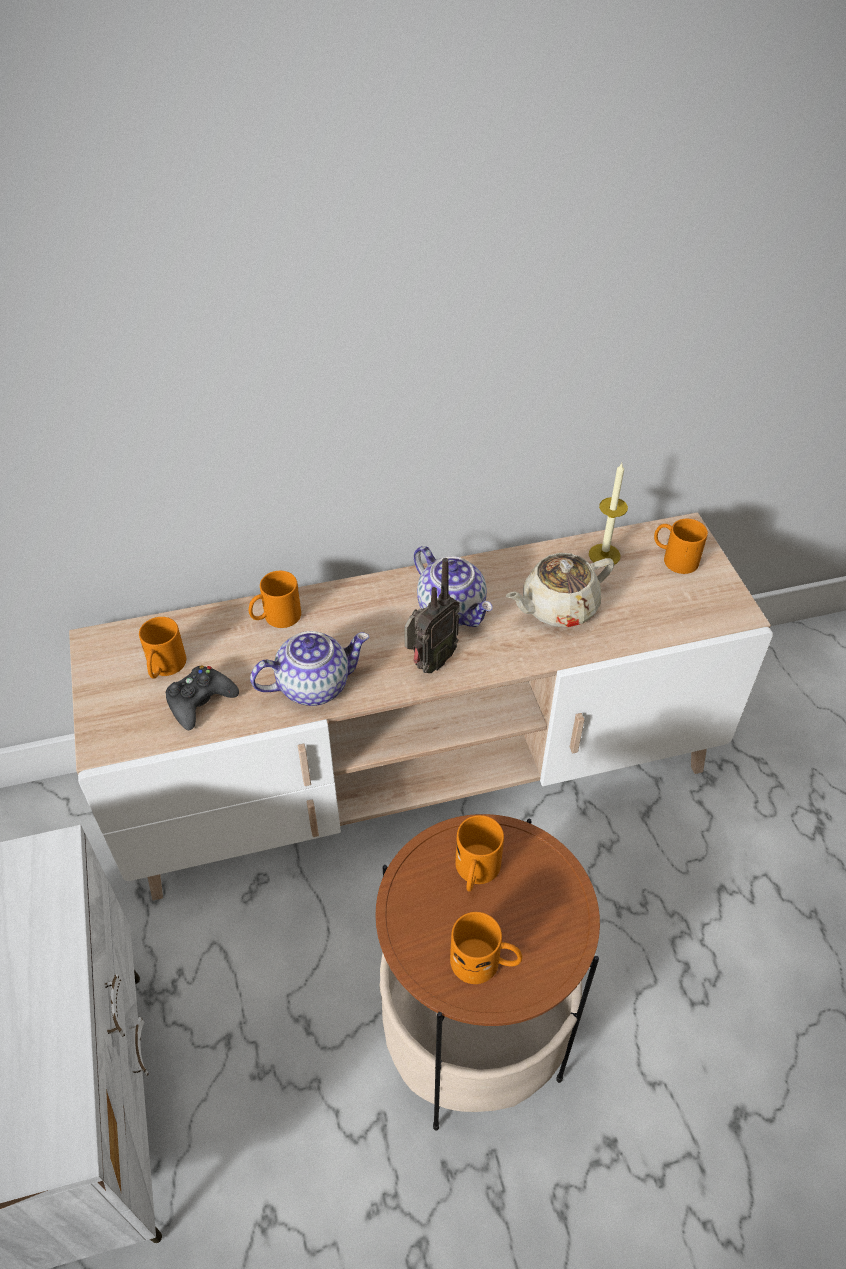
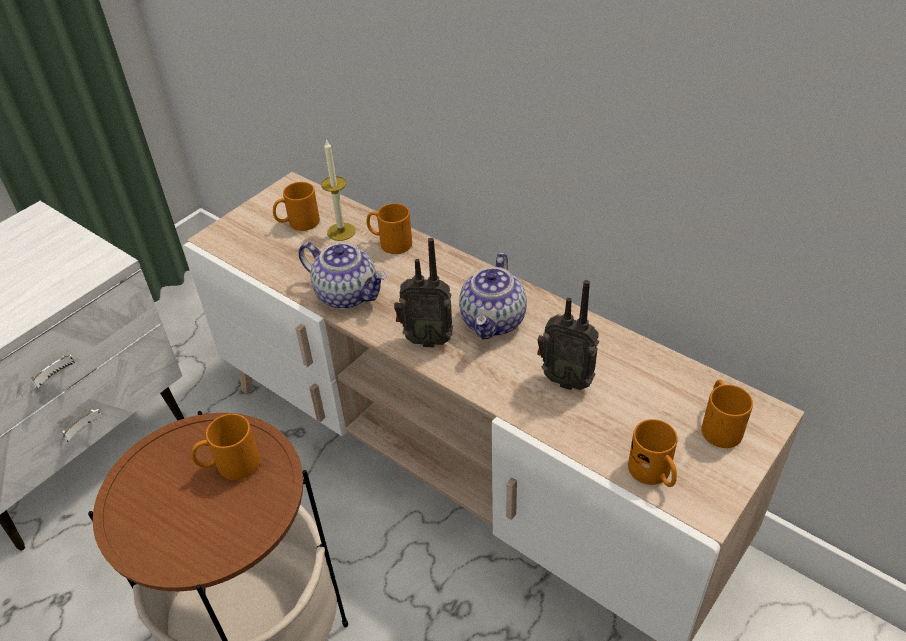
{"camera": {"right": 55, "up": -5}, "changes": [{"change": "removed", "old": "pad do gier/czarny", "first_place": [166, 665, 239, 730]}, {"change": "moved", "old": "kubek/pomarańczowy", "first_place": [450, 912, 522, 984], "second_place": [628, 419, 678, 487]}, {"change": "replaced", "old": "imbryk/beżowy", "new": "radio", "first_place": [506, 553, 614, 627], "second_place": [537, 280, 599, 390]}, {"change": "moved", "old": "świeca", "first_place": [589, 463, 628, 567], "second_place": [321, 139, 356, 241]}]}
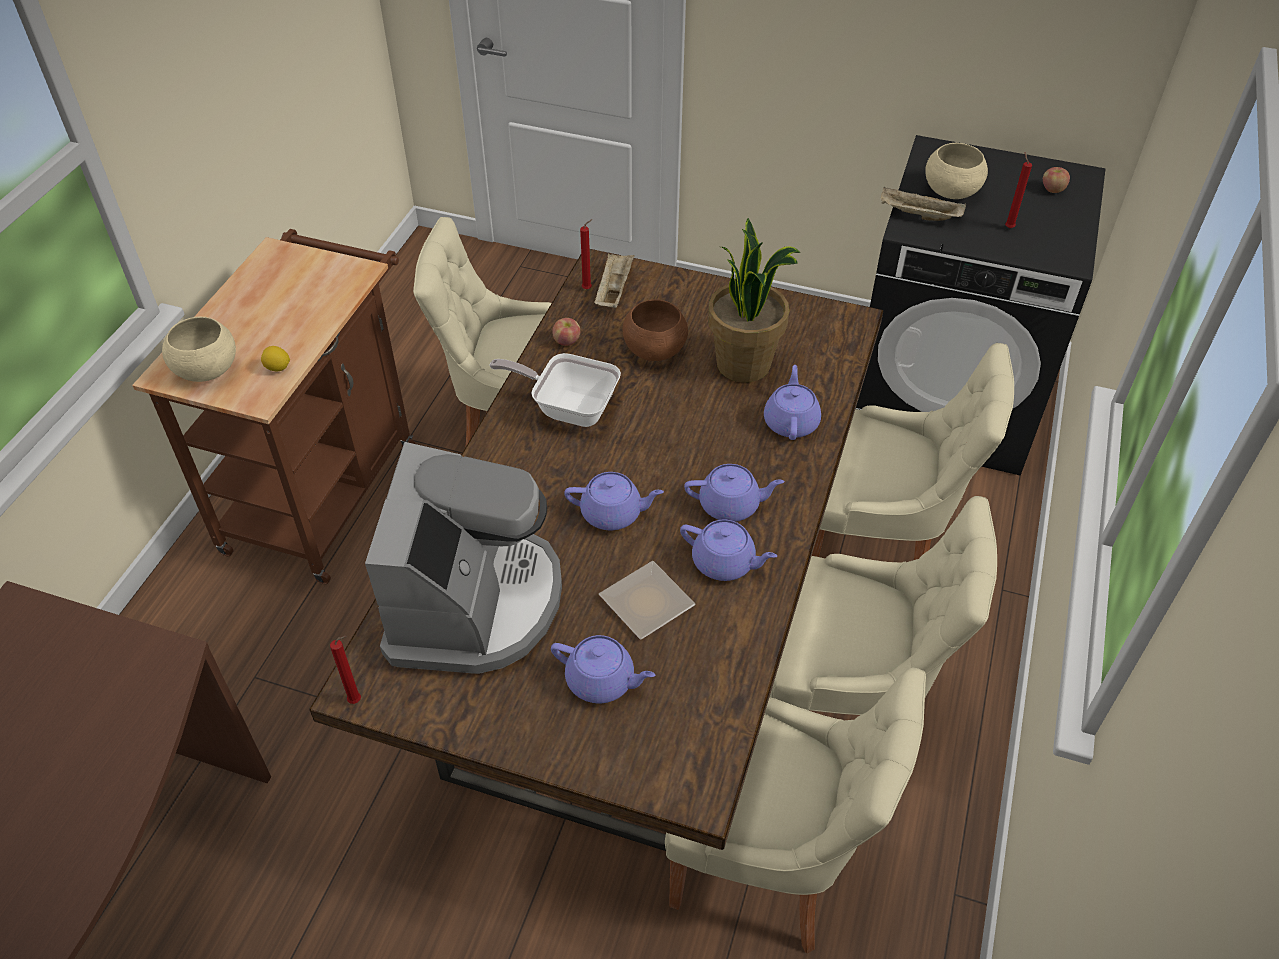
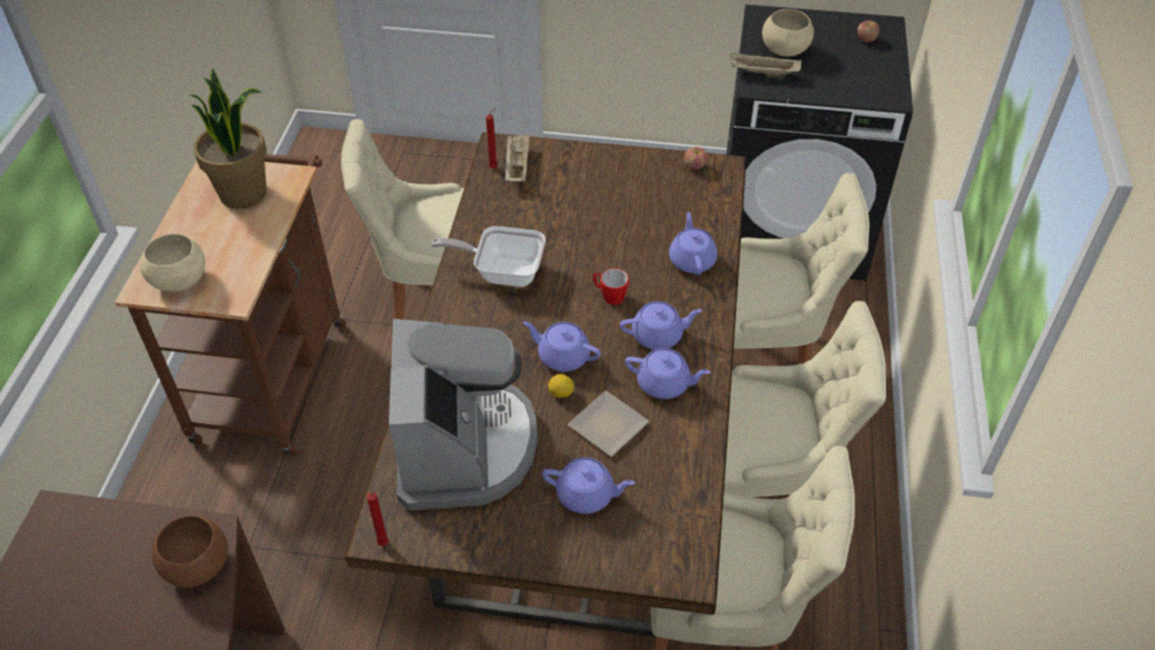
{"camera": {"right": -10, "up": 0}, "changes": [{"change": "moved", "old": "cytryna", "first_place": [261, 346, 290, 371], "second_place": [548, 374, 574, 398]}, {"change": "moved", "old": "jabłko", "first_place": [552, 318, 580, 346], "second_place": [684, 147, 707, 170]}, {"change": "turned", "old": "imbryk/fioletowy", "first_place": [564, 472, 664, 530], "second_place": [523, 322, 601, 372], "degrees": -150}, {"change": "moved", "old": "miska/brązowy", "first_place": [623, 299, 688, 361], "second_place": [152, 515, 228, 588]}, {"change": "moved", "old": "roślina doniczkowa", "first_place": [708, 218, 800, 382], "second_place": [190, 68, 267, 209]}, {"change": "removed", "old": "świeca/czerwony", "first_place": [1005, 152, 1032, 228]}, {"change": "added", "new": "kubek", "second_place": [593, 268, 629, 305]}]}
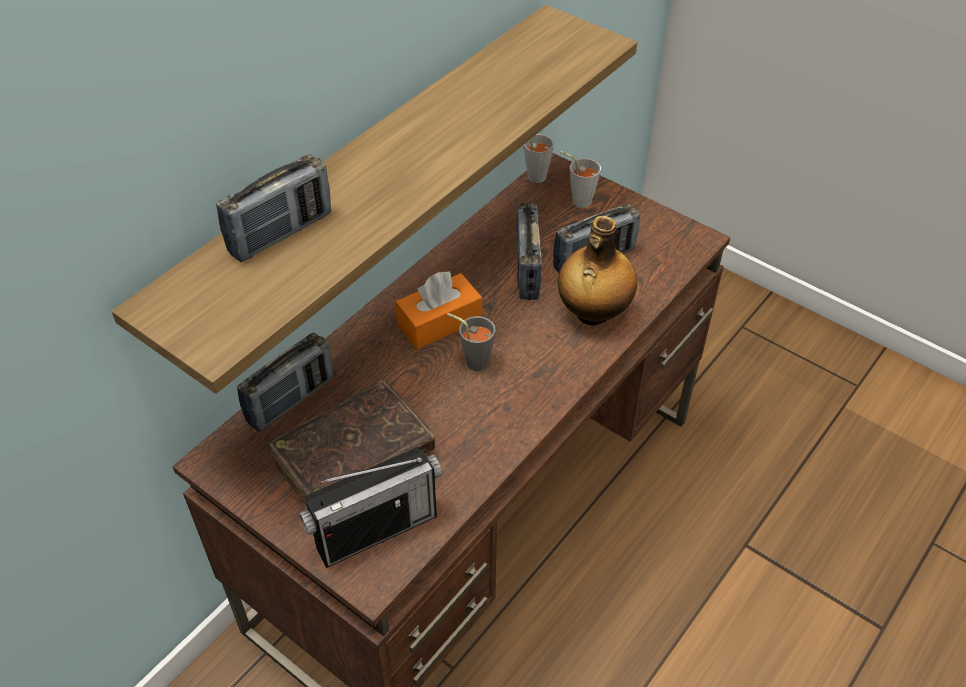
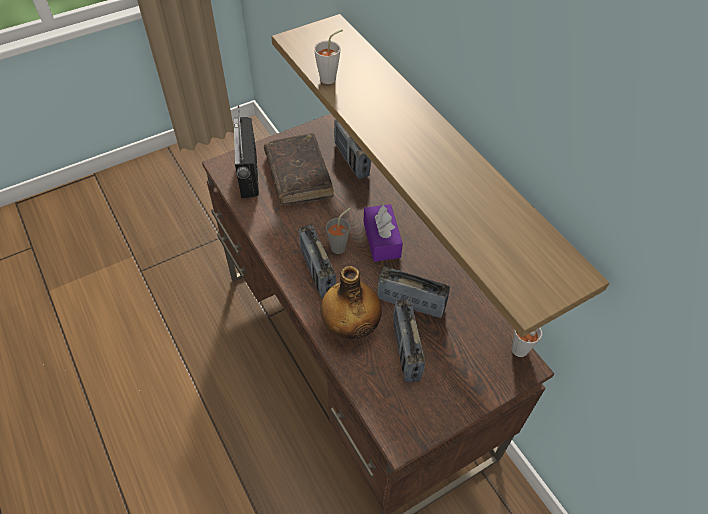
{"camera": {"right": 110, "up": 5}, "changes": [{"change": "moved", "old": "radio", "first_place": [216, 154, 331, 262], "second_place": [299, 225, 336, 299]}, {"change": "recoloured", "old": "pudełko chusteczek/pomarańczowy", "new": "pudełko chusteczek/fioletowy", "first_place": [395, 271, 482, 349], "second_place": [363, 204, 403, 262]}, {"change": "moved", "old": "filiżanka/szary", "first_place": [560, 151, 601, 208], "second_place": [314, 29, 343, 84]}]}
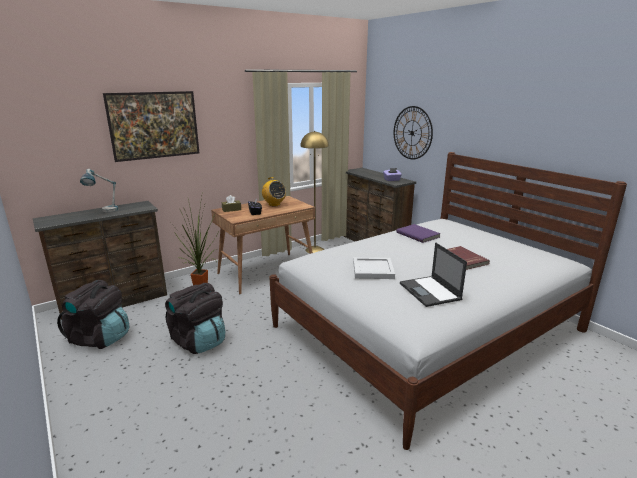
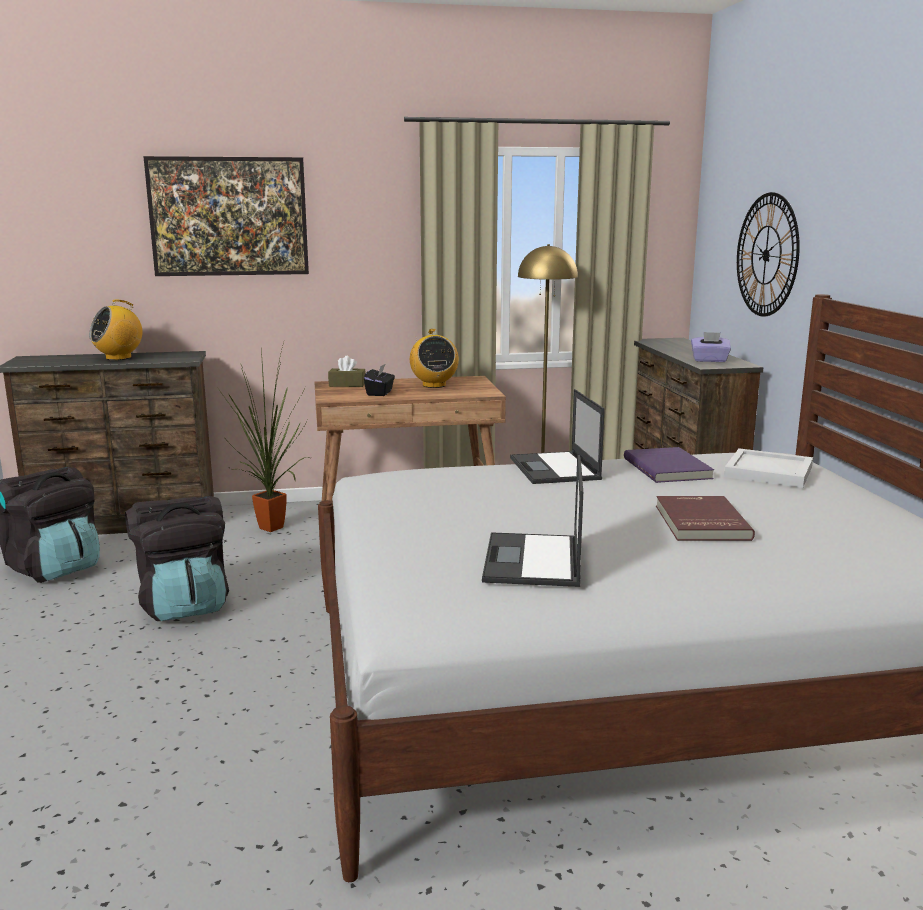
{"camera": {"right": 25, "up": -5}, "changes": [{"change": "replaced", "old": "lampa stołowa", "new": "radio", "first_place": [80, 169, 118, 212], "second_place": [89, 300, 142, 360]}, {"change": "moved", "old": "taca/biały", "first_place": [353, 257, 395, 279], "second_place": [724, 448, 813, 488]}, {"change": "added", "new": "laptop", "second_place": [511, 389, 605, 484]}]}
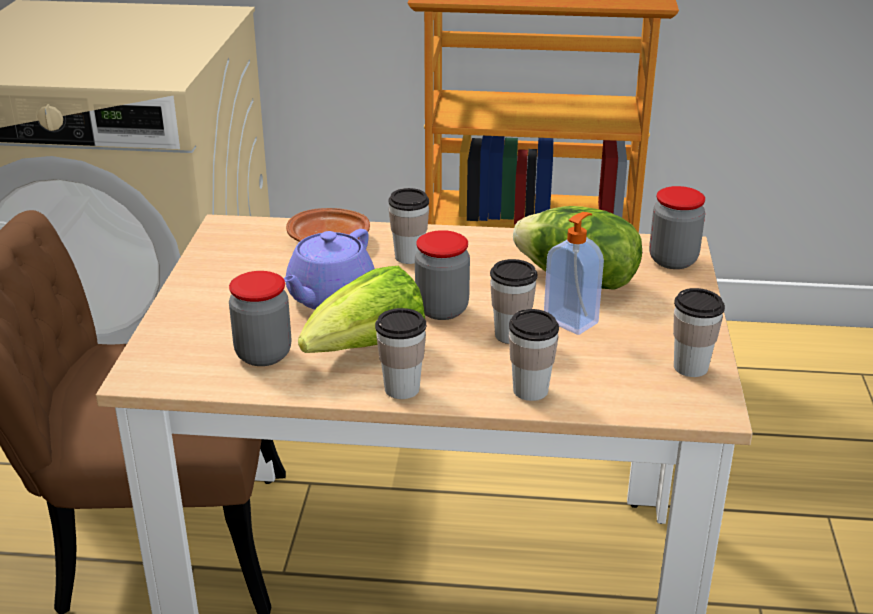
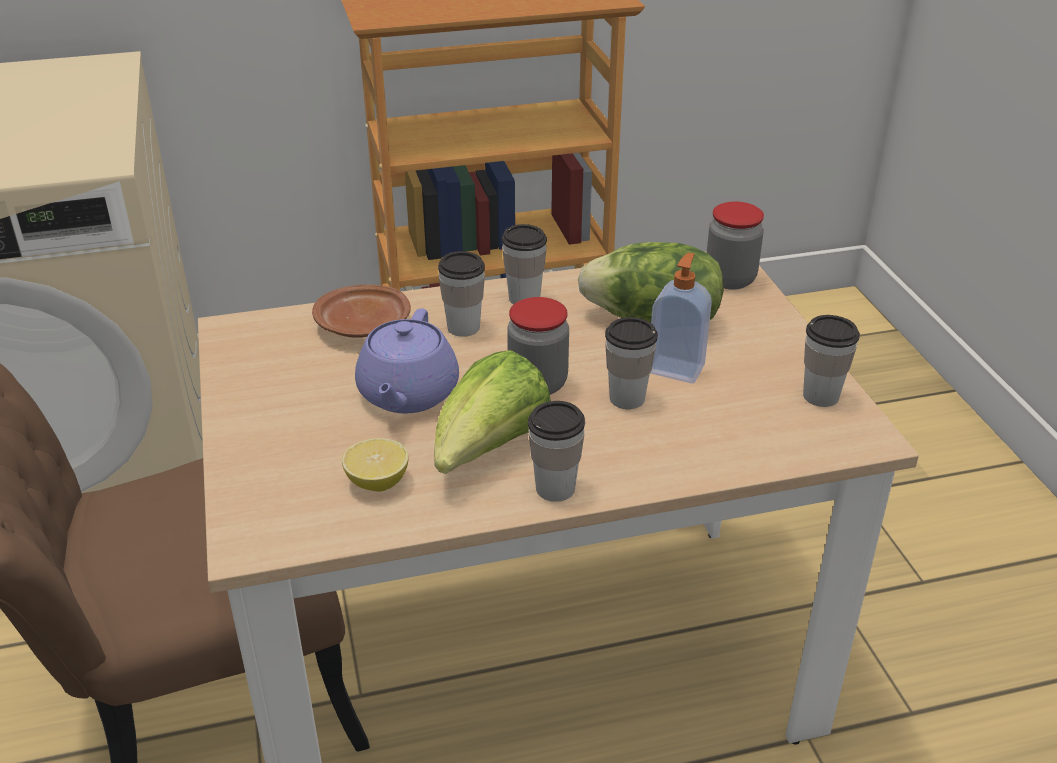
{"camera": {"right": -20, "up": 5}, "changes": [{"change": "replaced", "old": "słoik", "new": "cytryna", "first_place": [229, 271, 291, 366], "second_place": [342, 438, 409, 492]}, {"change": "moved", "old": "filiżanka", "first_place": [509, 309, 559, 401], "second_place": [502, 224, 547, 304]}]}
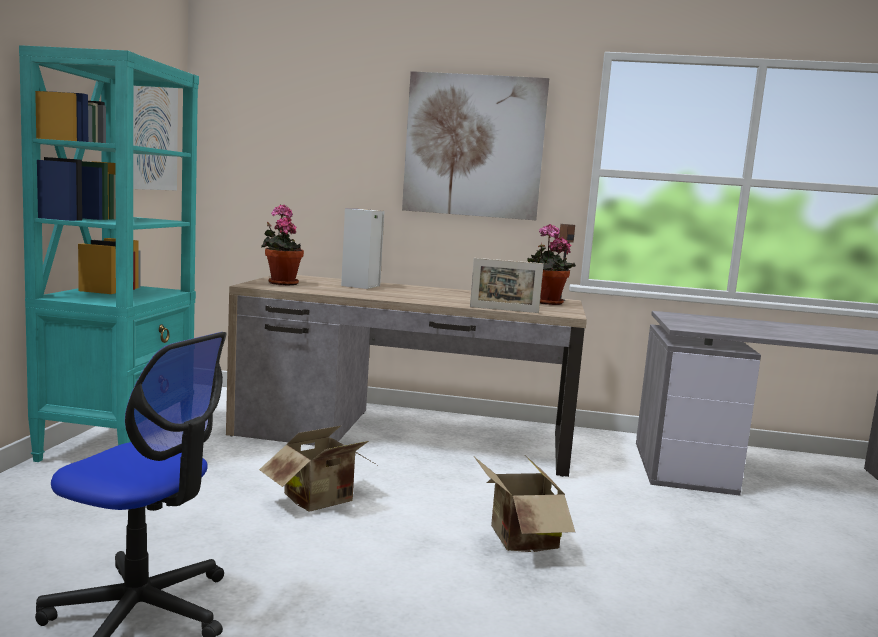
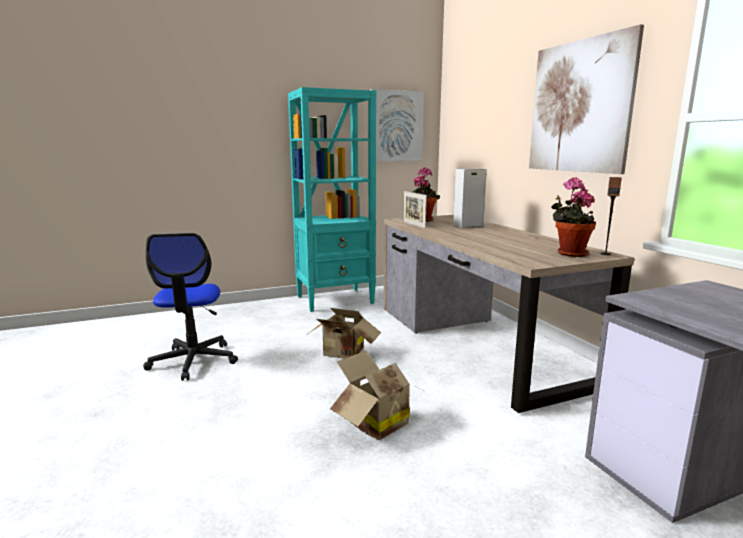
{"camera": {"right": 60, "up": 5}, "changes": [{"change": "moved", "old": "ramka na zdjęcie", "first_place": [470, 258, 544, 313], "second_place": [404, 191, 427, 228]}]}
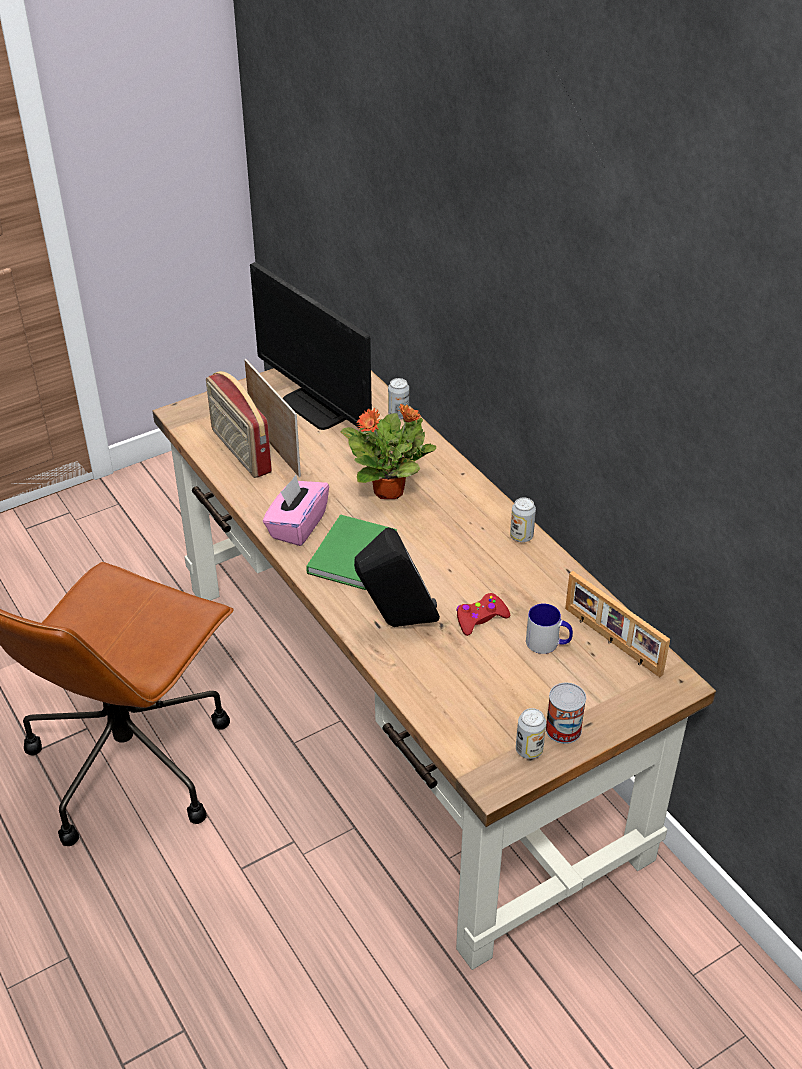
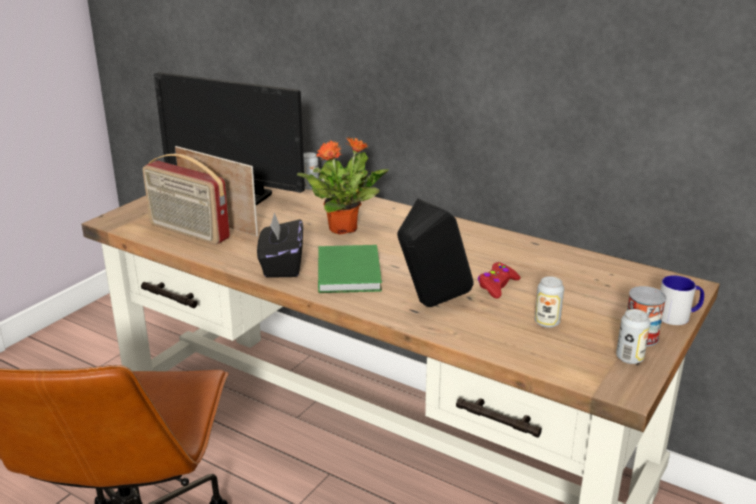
{"camera": {"right": -25, "up": -15}, "changes": [{"change": "recoloured", "old": "pudełko chusteczek/różowy", "new": "pudełko chusteczek/czarny", "first_place": [263, 475, 329, 546], "second_place": [257, 212, 303, 278]}, {"change": "moved", "old": "puszka", "first_place": [510, 498, 536, 542], "second_place": [535, 276, 564, 328]}, {"change": "moved", "old": "kubek", "first_place": [526, 604, 573, 654], "second_place": [660, 276, 704, 325]}, {"change": "removed", "old": "ramka na zdjęcie", "first_place": [565, 571, 670, 677]}]}
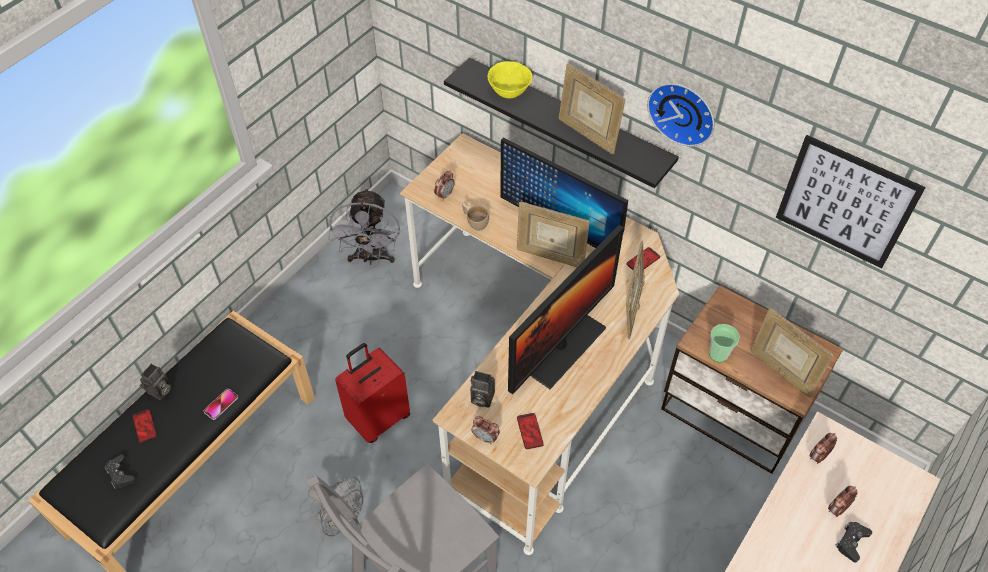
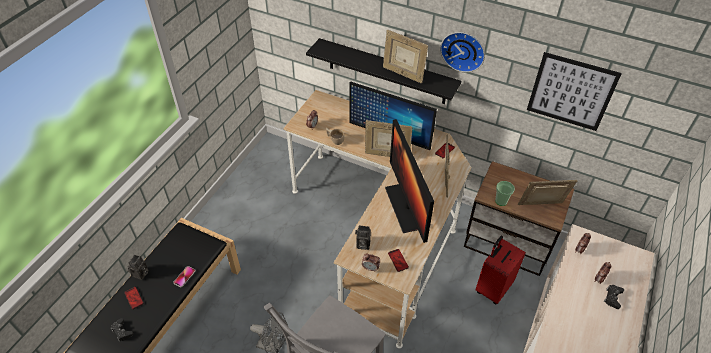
{"camera": {"right": -10, "up": -5}, "changes": [{"change": "removed", "old": "wentylator/szary", "first_place": [328, 188, 400, 265]}, {"change": "moved", "old": "walizka/czerwony", "first_place": [335, 343, 410, 443], "second_place": [475, 236, 526, 304]}, {"change": "removed", "old": "miska/żółty", "first_place": [487, 61, 532, 98]}, {"change": "turned", "old": "monitor", "first_place": [508, 225, 624, 394], "second_place": [385, 119, 434, 243], "degrees": 135}, {"change": "turned", "old": "ramka na zdjęcie", "first_place": [751, 308, 833, 397], "second_place": [518, 180, 577, 205], "degrees": 135}]}
